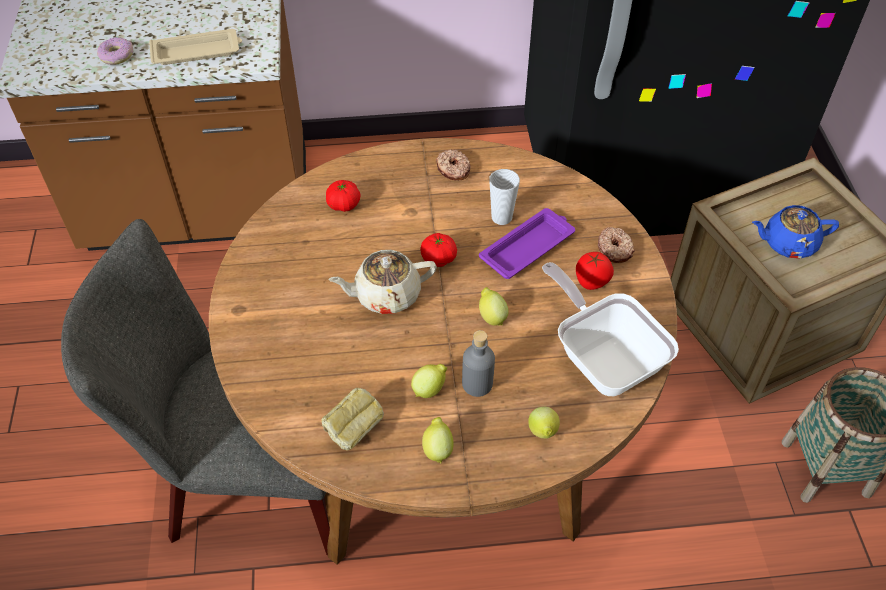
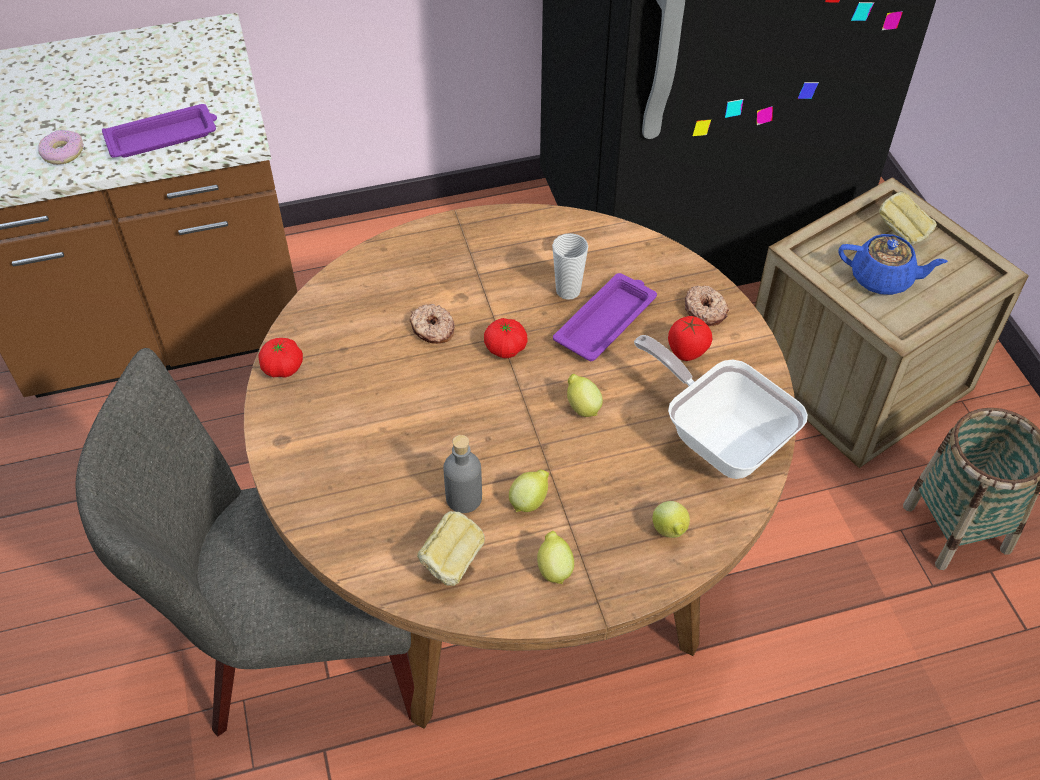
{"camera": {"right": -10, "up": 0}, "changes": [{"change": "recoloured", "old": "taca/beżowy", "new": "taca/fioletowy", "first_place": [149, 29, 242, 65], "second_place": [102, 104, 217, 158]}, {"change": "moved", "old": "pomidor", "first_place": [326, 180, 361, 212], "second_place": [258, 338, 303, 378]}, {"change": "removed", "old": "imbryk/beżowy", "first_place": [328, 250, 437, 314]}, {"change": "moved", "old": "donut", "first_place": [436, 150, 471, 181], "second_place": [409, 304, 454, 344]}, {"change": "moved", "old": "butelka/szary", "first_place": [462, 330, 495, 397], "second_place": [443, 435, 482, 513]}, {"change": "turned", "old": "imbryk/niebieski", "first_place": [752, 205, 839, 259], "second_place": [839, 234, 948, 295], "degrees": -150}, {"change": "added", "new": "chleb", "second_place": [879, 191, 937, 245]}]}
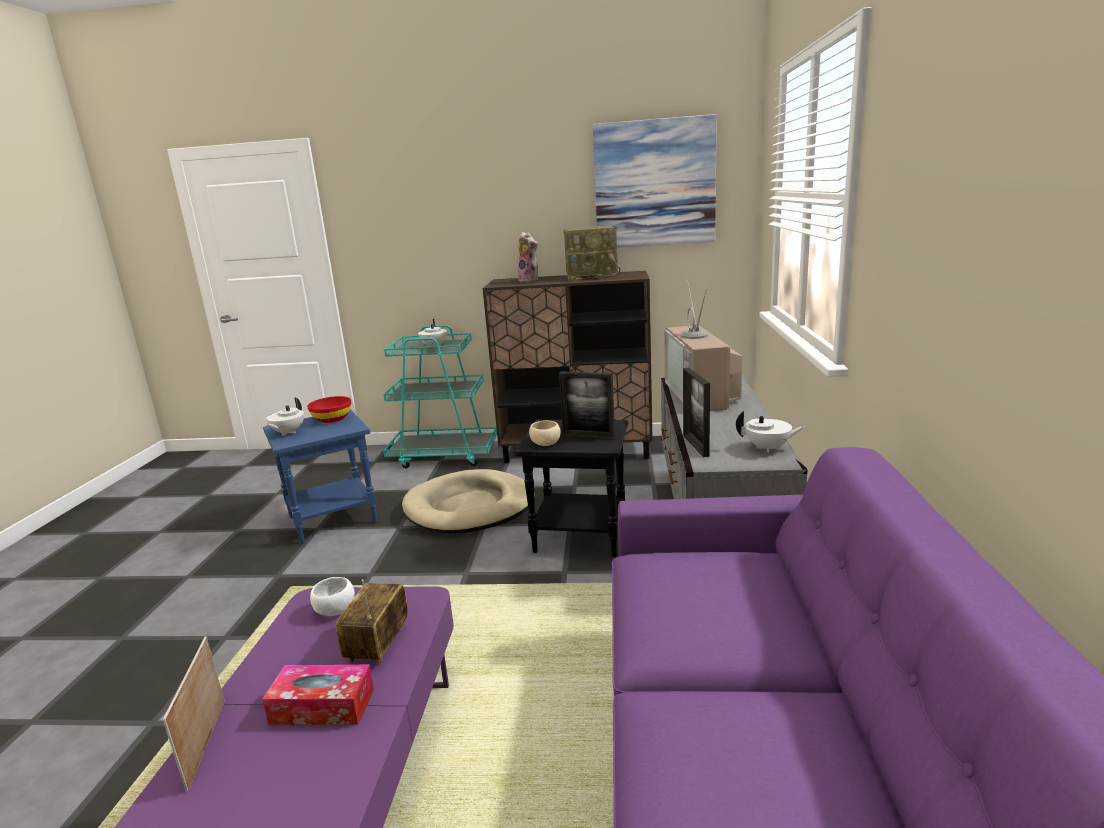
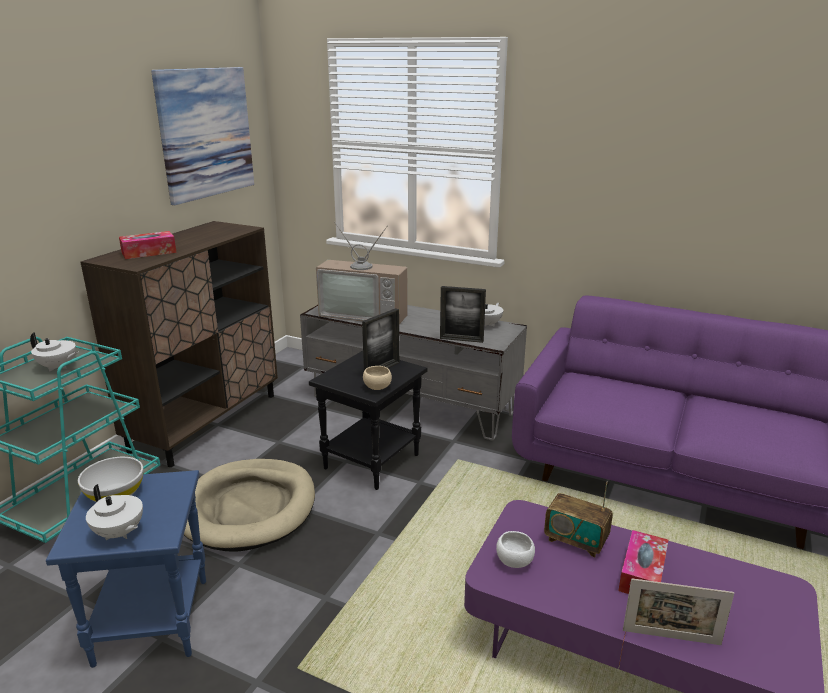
{"camera": {"right": -70, "up": 5}, "changes": [{"change": "recoloured", "old": "miska/czerwony", "new": "miska/biały", "first_place": [307, 396, 351, 423], "second_place": [78, 457, 143, 502]}, {"change": "replaced", "old": "pluszak", "new": "pudełko chusteczek", "first_place": [518, 232, 538, 282], "second_place": [119, 231, 177, 259]}, {"change": "removed", "old": "radio", "first_place": [563, 225, 620, 281]}]}
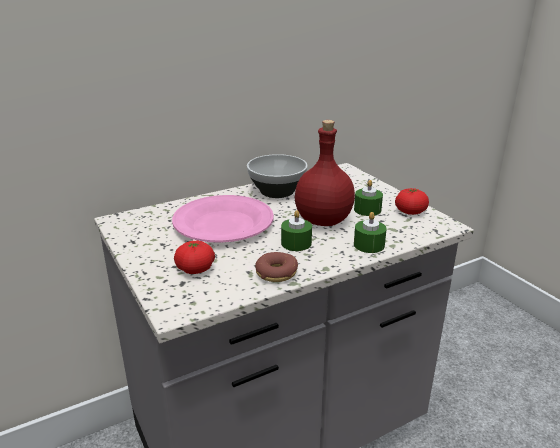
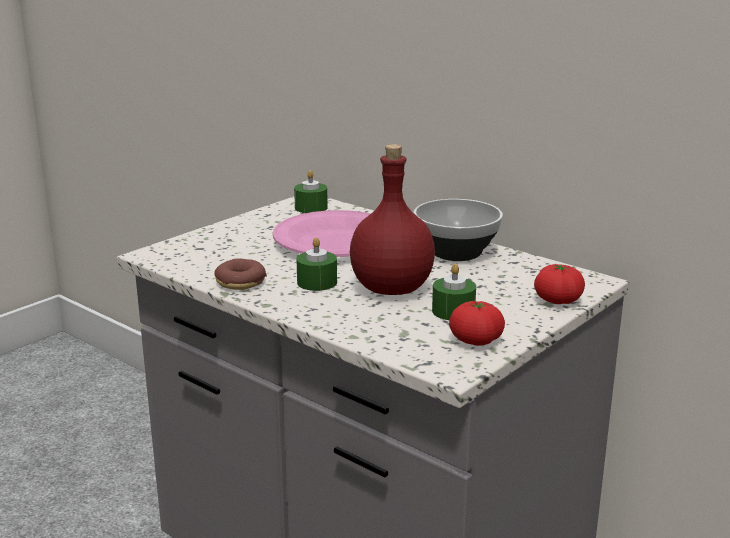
{"camera": {"right": 70, "up": -5}, "changes": [{"change": "moved", "old": "pomidor", "first_place": [174, 241, 215, 274], "second_place": [534, 264, 585, 304]}, {"change": "moved", "old": "świeca/zielony", "first_place": [354, 212, 387, 253], "second_place": [294, 170, 328, 213]}]}
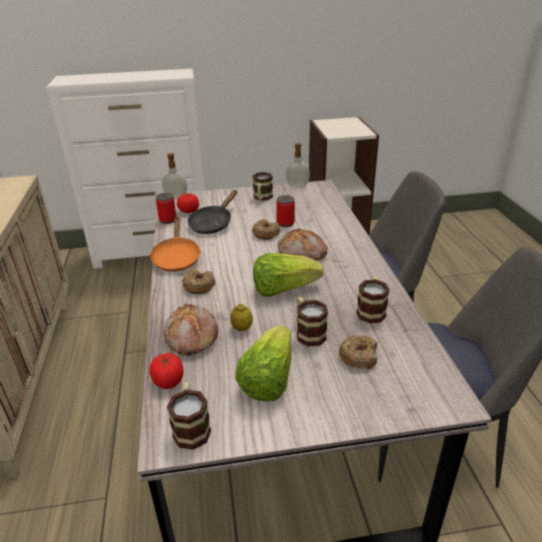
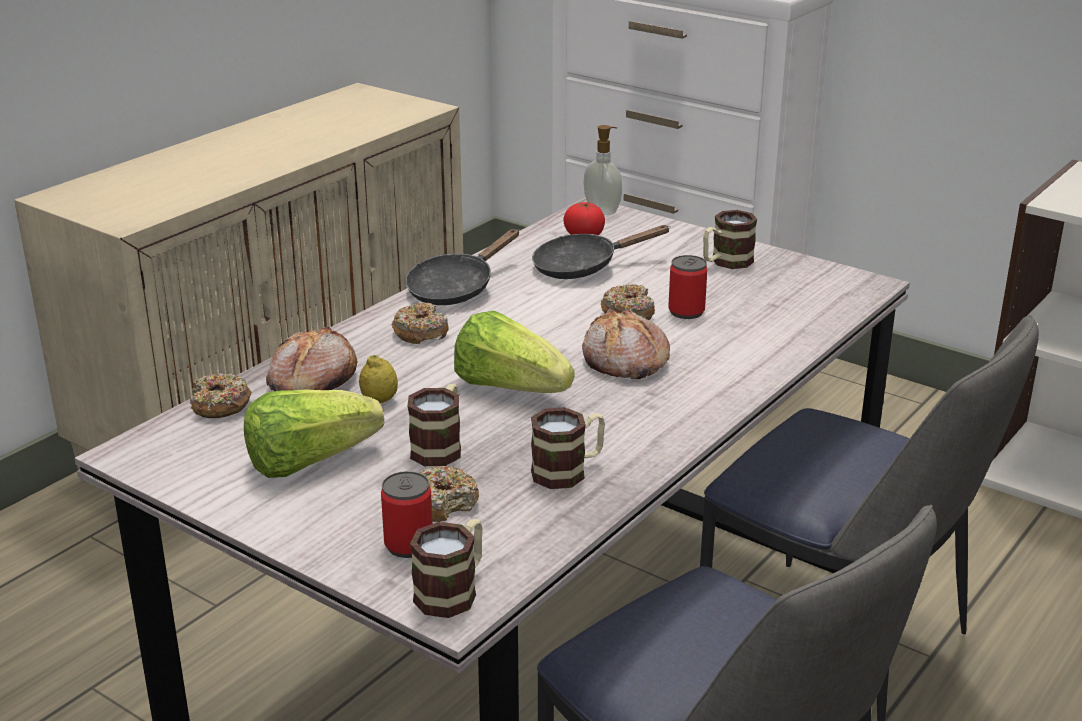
{"camera": {"right": 45, "up": -5}, "changes": [{"change": "recoloured", "old": "patelnia/pomarańczowy", "new": "patelnia/czarny", "first_place": [149, 217, 201, 272], "second_place": [405, 229, 519, 305]}, {"change": "replaced", "old": "pomidor", "new": "donut", "first_place": [150, 353, 184, 389], "second_place": [190, 373, 252, 418]}, {"change": "moved", "old": "puszka", "first_place": [156, 193, 176, 224], "second_place": [381, 471, 432, 558]}, {"change": "moved", "old": "kubek", "first_place": [167, 382, 211, 450], "second_place": [410, 519, 483, 618]}, {"change": "removed", "old": "dozownik mydła", "first_place": [286, 143, 310, 188]}]}
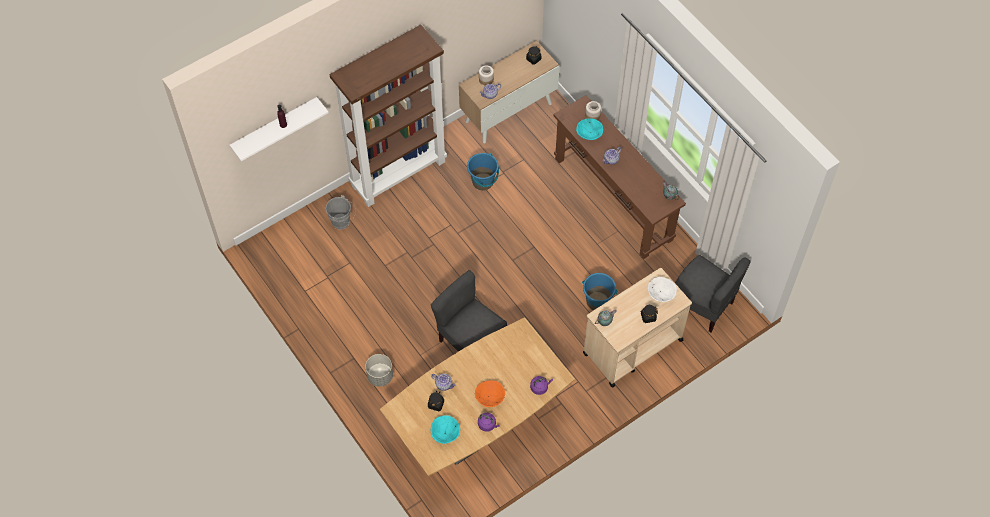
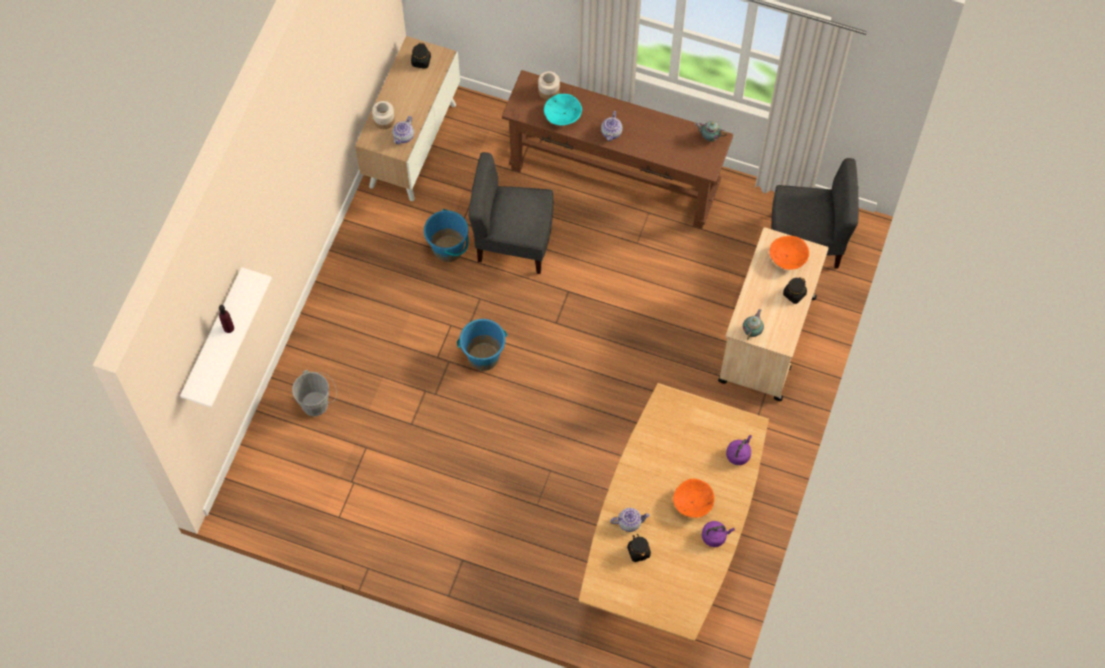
{"camera": {"right": -35, "up": 5}, "changes": [{"change": "removed", "old": "regał/brązowy", "first_place": [330, 25, 447, 207]}, {"change": "removed", "old": "donica/szary", "first_place": [365, 354, 393, 387]}, {"change": "moved", "old": "krzesło/szary", "first_place": [431, 270, 507, 352], "second_place": [469, 152, 553, 274]}, {"change": "removed", "old": "miska/turkusowy", "first_place": [431, 415, 460, 444]}, {"change": "moved", "old": "wiadro/niebieski", "first_place": [582, 273, 618, 310], "second_place": [457, 319, 508, 371]}, {"change": "recoloured", "old": "miska/biały", "new": "miska/pomarańczowy", "first_place": [648, 277, 677, 302], "second_place": [769, 236, 809, 270]}]}
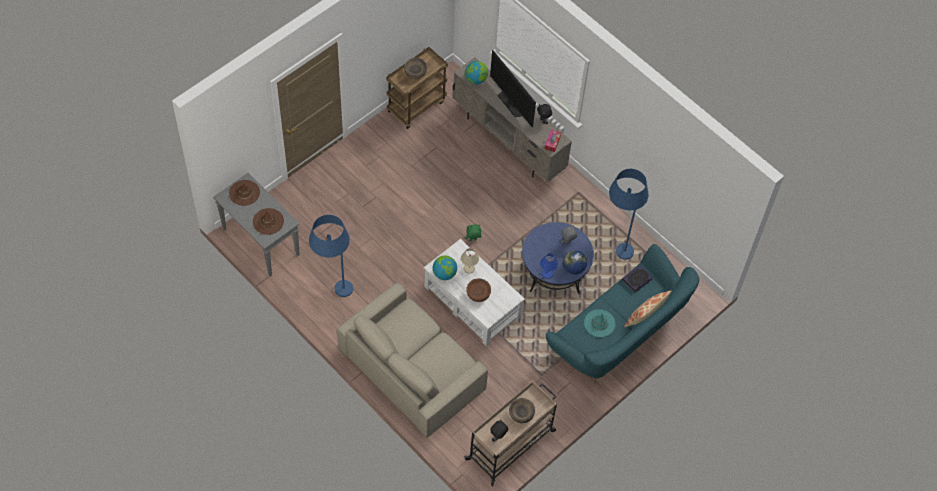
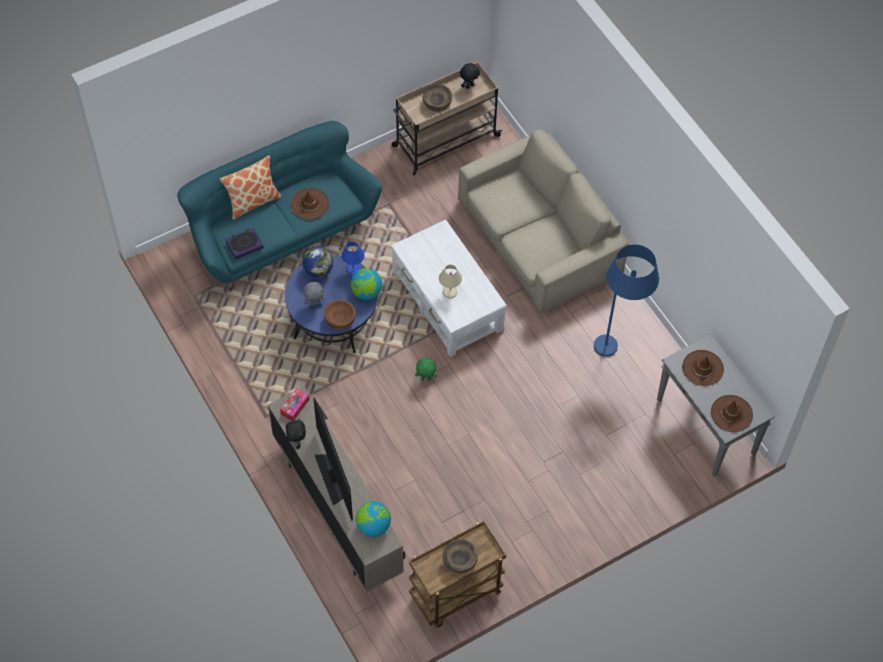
{"camera": {"right": -165, "up": 0}, "changes": [{"change": "moved", "old": "globus", "first_place": [433, 256, 457, 280], "second_place": [351, 268, 382, 300]}, {"change": "moved", "old": "miska/brązowy", "first_place": [467, 278, 491, 302], "second_place": [324, 300, 356, 330]}, {"change": "recoloured", "old": "kapelusz/turkusowy", "new": "kapelusz/brązowy", "first_place": [584, 309, 615, 337], "second_place": [291, 188, 329, 220]}, {"change": "removed", "old": "lampa stojąca/niebieski", "first_place": [609, 169, 648, 259]}]}
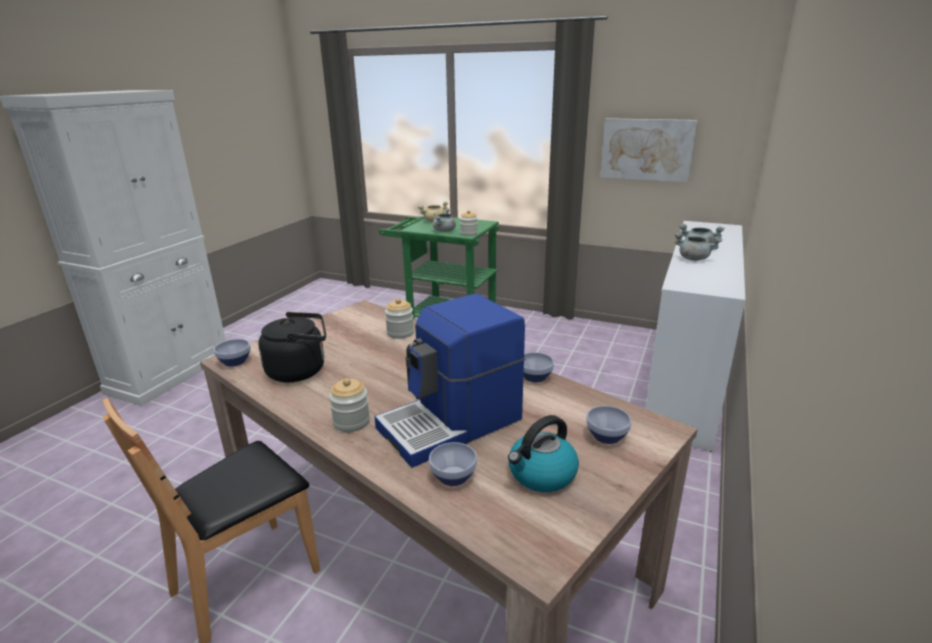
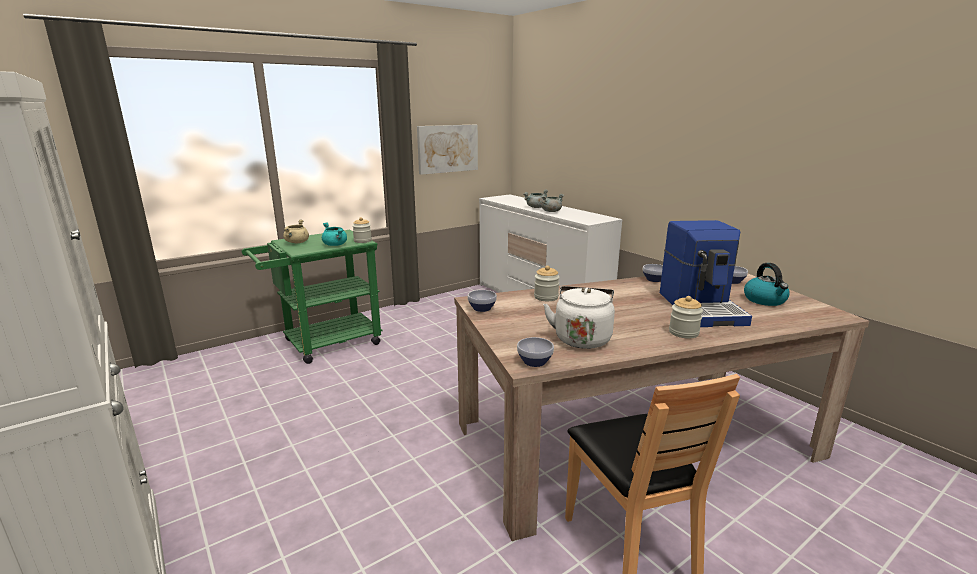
{"camera": {"right": -60, "up": -5}, "changes": [{"change": "recoloured", "old": "czajnik/czarny", "new": "czajnik/biały", "first_place": [258, 312, 326, 382], "second_place": [543, 286, 615, 349]}, {"change": "moved", "old": "miska", "first_place": [429, 442, 477, 486], "second_place": [468, 290, 497, 312]}, {"change": "recoloured", "old": "garnek/szary", "new": "garnek/turkusowy", "first_place": [433, 208, 456, 232], "second_place": [322, 222, 347, 246]}]}
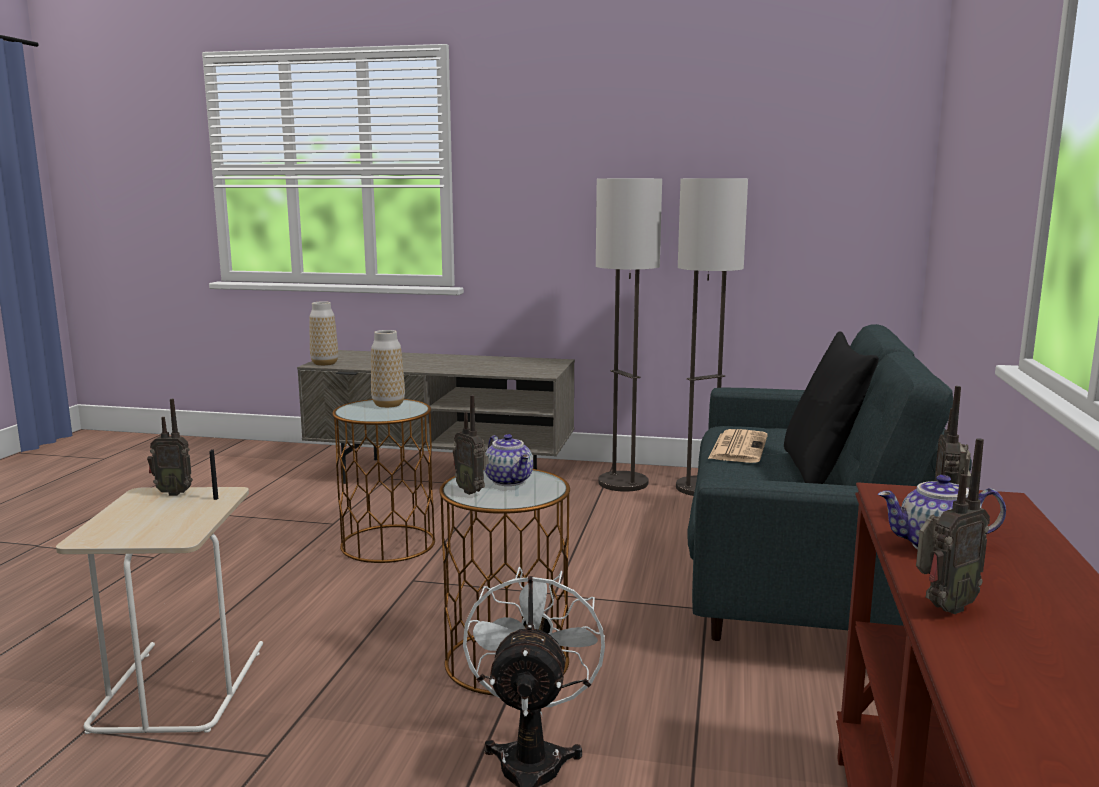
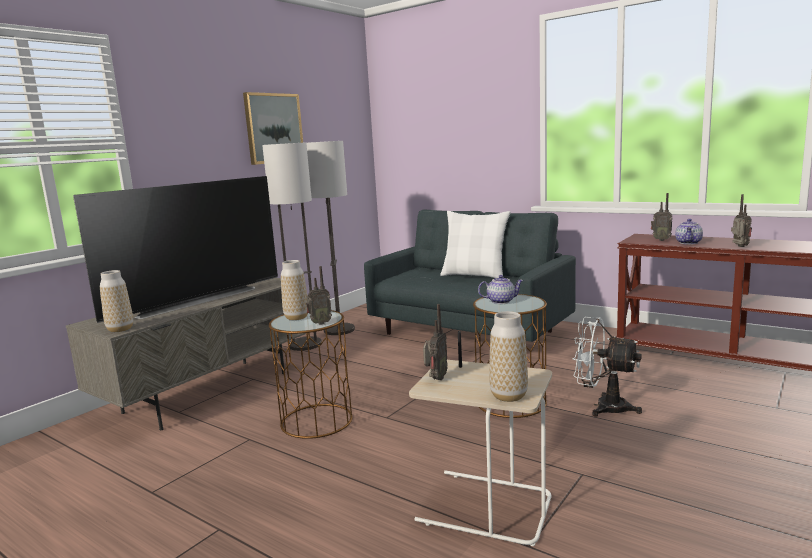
{"camera": {"right": -65, "up": 0}, "changes": [{"change": "moved", "old": "radio", "first_place": [453, 395, 488, 495], "second_place": [306, 266, 332, 325]}, {"change": "removed", "old": "gazeta", "first_place": [708, 429, 768, 463]}, {"change": "recoloured", "old": "poduszka/czarny", "new": "poduszka/biały", "first_place": [784, 331, 879, 484], "second_place": [440, 211, 511, 278]}, {"change": "added", "new": "telewizor", "second_place": [73, 176, 278, 323]}, {"change": "added", "new": "obraz", "second_place": [243, 92, 303, 165]}, {"change": "added", "new": "wazon", "second_place": [489, 311, 528, 402]}]}
